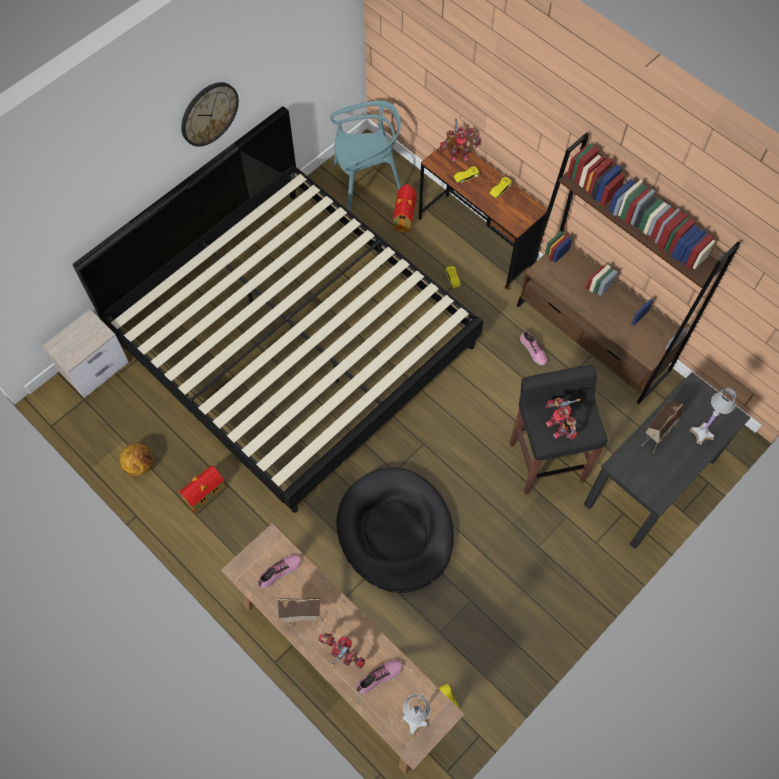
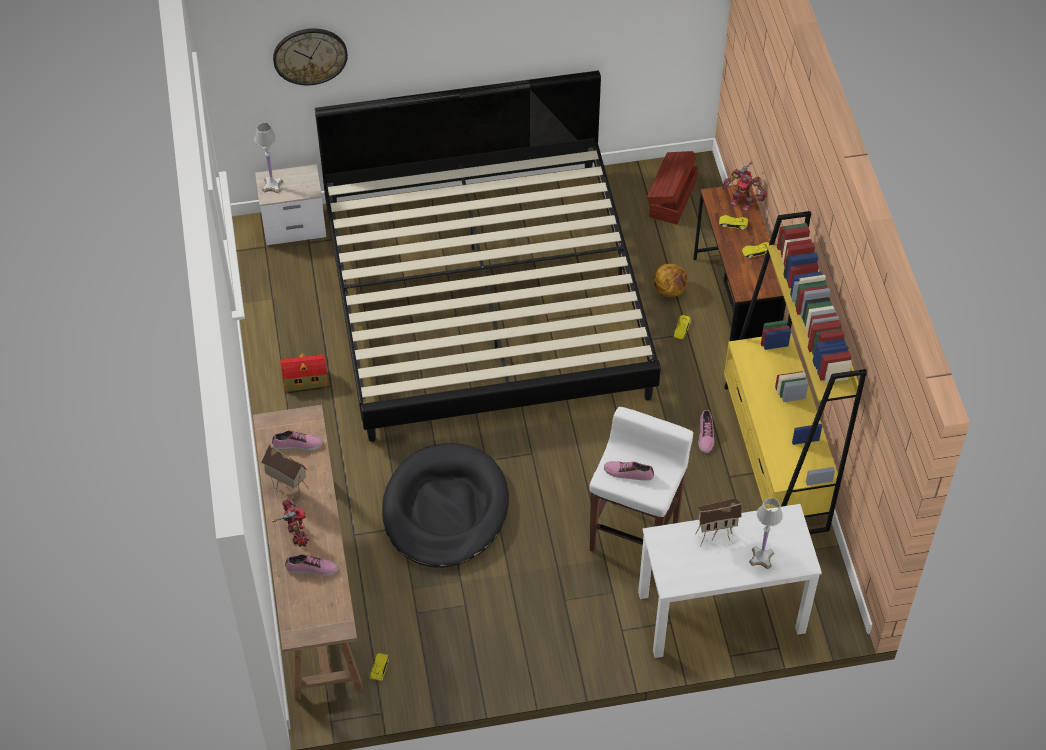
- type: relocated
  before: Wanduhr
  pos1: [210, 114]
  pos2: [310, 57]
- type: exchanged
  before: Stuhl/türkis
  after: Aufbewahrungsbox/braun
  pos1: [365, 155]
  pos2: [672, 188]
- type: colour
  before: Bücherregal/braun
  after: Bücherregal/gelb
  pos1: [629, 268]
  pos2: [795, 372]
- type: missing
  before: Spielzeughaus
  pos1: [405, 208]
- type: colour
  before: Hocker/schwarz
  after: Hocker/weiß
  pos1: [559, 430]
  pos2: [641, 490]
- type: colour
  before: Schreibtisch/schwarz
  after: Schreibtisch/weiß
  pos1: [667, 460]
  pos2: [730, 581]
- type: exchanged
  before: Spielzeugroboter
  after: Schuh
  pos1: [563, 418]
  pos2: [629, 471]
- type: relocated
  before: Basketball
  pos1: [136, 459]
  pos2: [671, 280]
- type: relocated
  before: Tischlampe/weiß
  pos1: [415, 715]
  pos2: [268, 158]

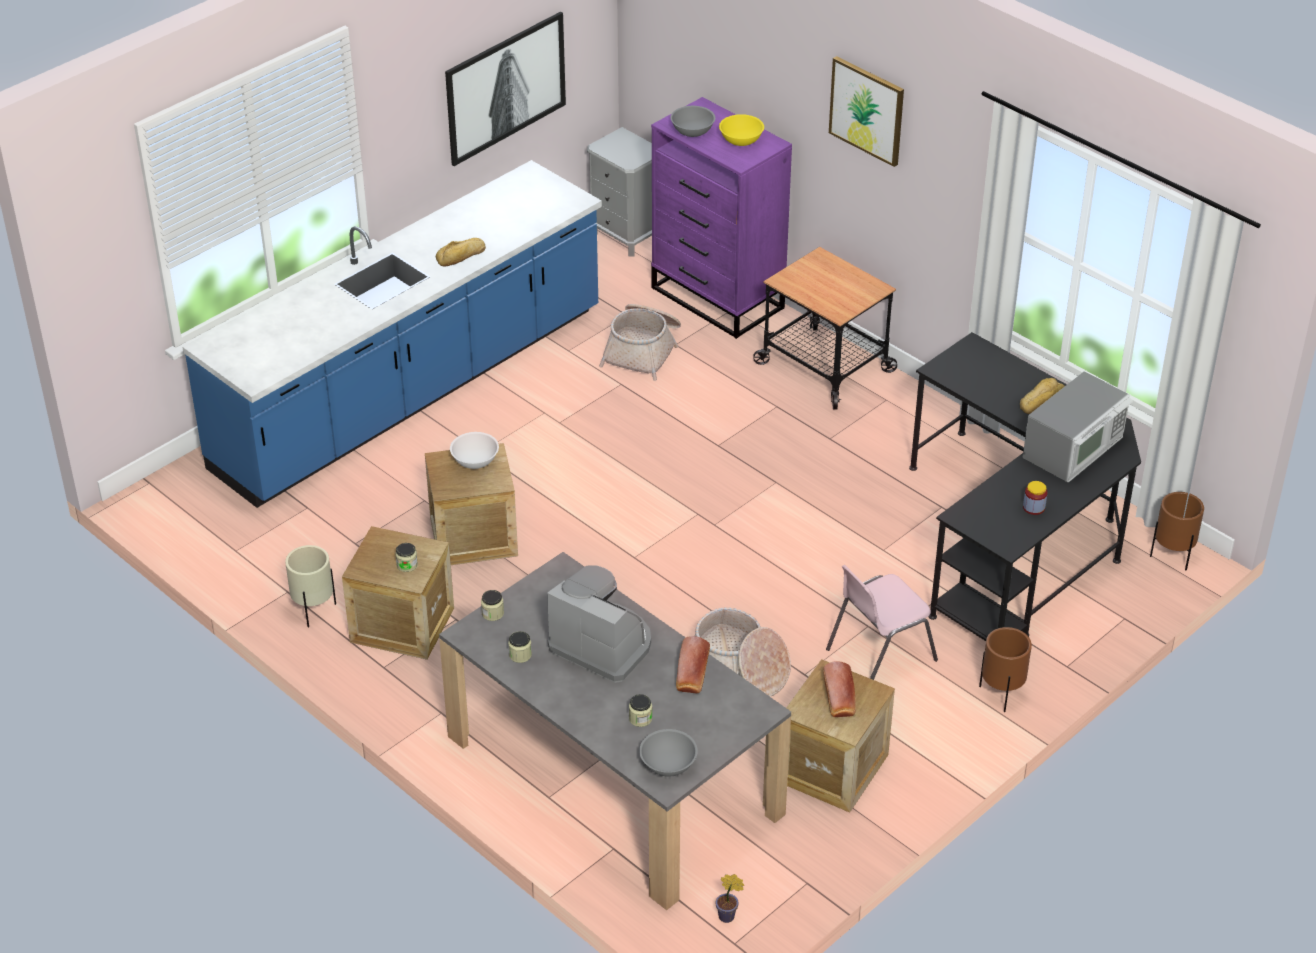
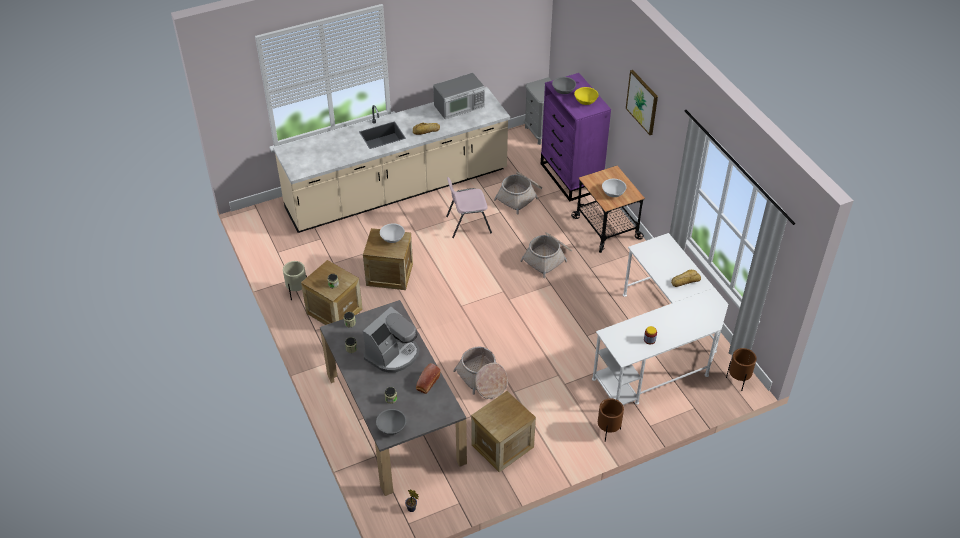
- type: missing
  before: Bild
  pos1: [505, 89]
- type: colour
  before: Küchenzeile/blau
  after: Küchenzeile/beige
  pos1: [392, 334]
  pos2: [391, 160]
- type: colour
  before: Schreibtisch/schwarz
  after: Schreibtisch/weiß
  pos1: [1025, 486]
  pos2: [660, 319]
- type: relocated
  before: Mikrowelle
  pos1: [1078, 426]
  pos2: [459, 96]
- type: spun
  before: Kaffeemaschine
  pos1: [599, 624]
  pos2: [391, 340]
  turn: 75
- type: relocated
  before: Stuhl/rosa
  pos1: [882, 622]
  pos2: [469, 207]
- type: missing
  before: Brot
  pos1: [839, 689]
- type: appeared
  after: Schüssel/weiß
  pos2: [614, 188]
- type: appeared
  after: Korb
  pos2: [546, 255]

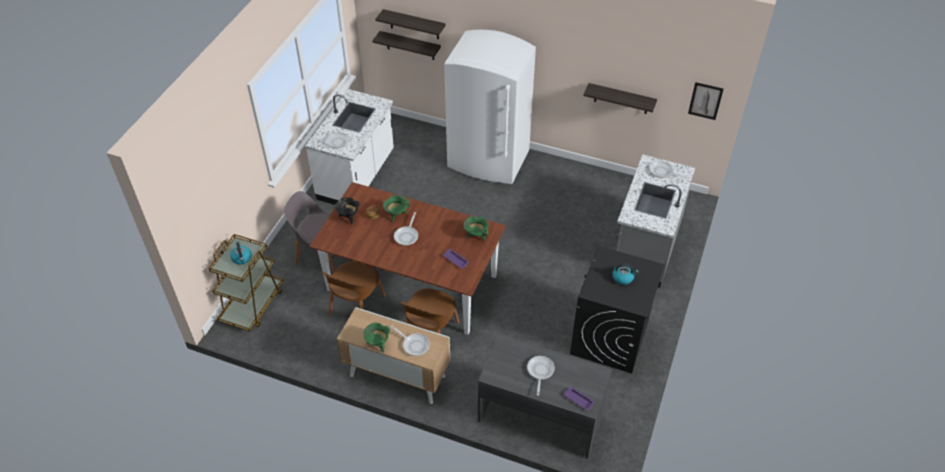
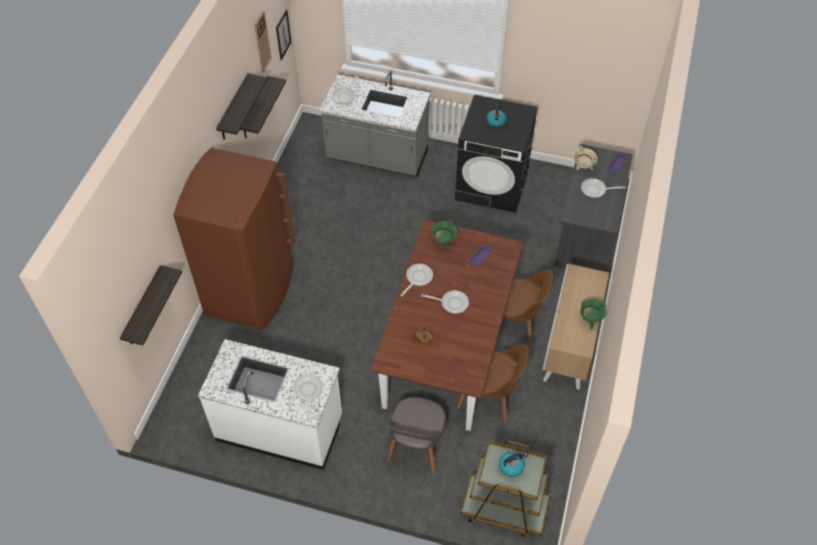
- type: relocated
  before: Wandregal
  pos1: [411, 24]
  pos2: [241, 106]
- type: colour
  before: Kühlschrank/weiß
  after: Kühlschrank/braun
  pos1: [490, 107]
  pos2: [234, 239]
- type: missing
  before: Kochtopf/grün
  pos1: [396, 208]
- type: missing
  before: Kochtopf/schwarz
  pos1: [347, 211]
- type: relocated
  before: Pfanne
  pos1: [410, 341]
  pos2: [416, 280]
- type: appeared
  after: Wanduhr
  pos2: [263, 41]
- type: appeared
  after: Kochtopf/beige
  pos2: [585, 158]

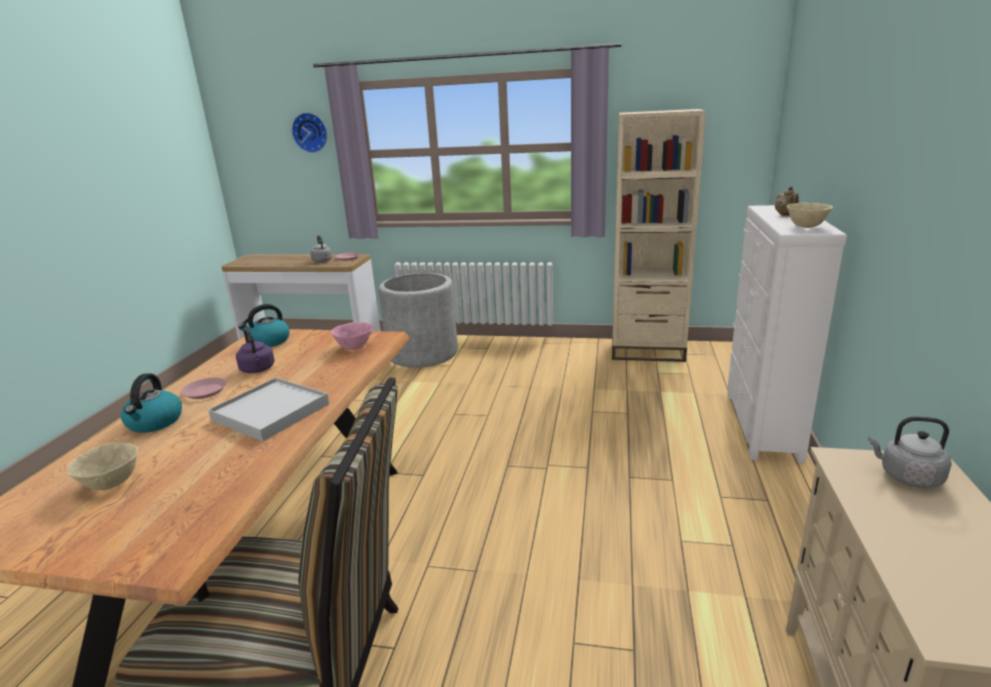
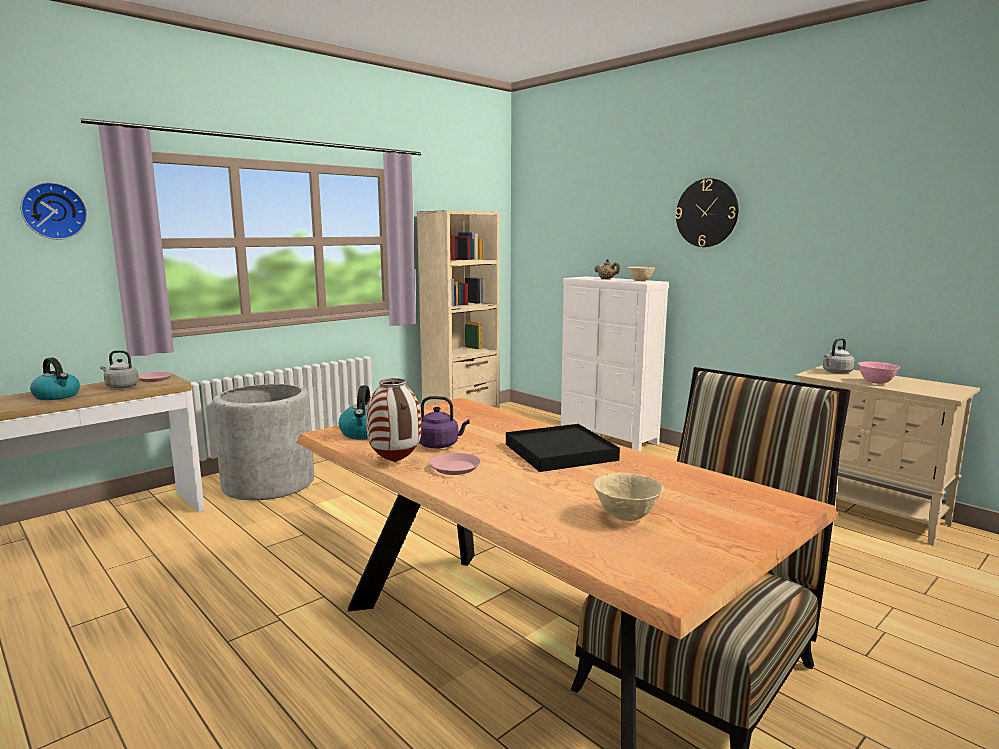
- type: relocated
  before: Schüssel/rosa
  pos1: [352, 336]
  pos2: [879, 372]
- type: relocated
  before: Wasserkessel
  pos1: [151, 403]
  pos2: [55, 378]
- type: colour
  before: Tablett/weiß
  after: Tablett/schwarz
  pos1: [268, 409]
  pos2: [563, 448]
- type: appeared
  after: Wanduhr
  pos2: [706, 212]
- type: appeared
  after: Vase
  pos2: [393, 420]

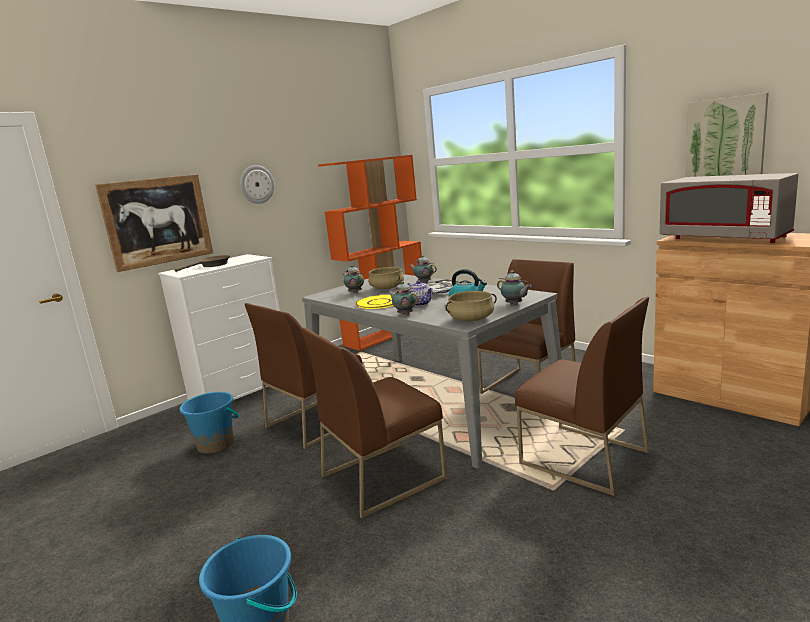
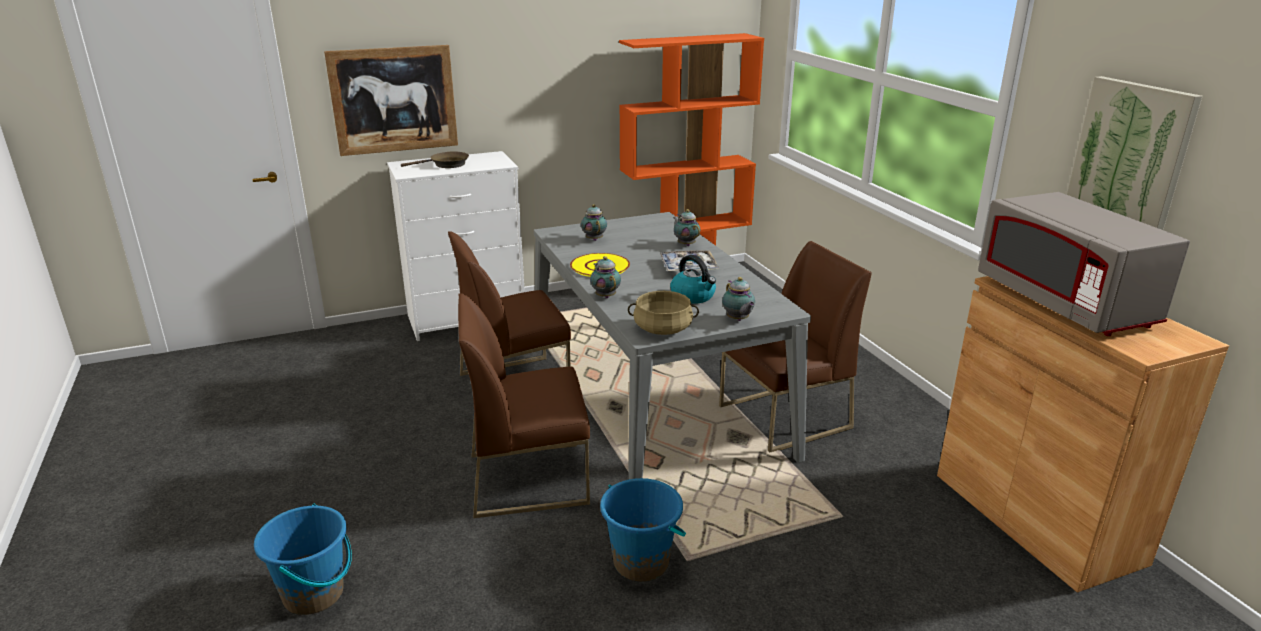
- type: missing
  before: Wanduhr
  pos1: [257, 184]
- type: missing
  before: Kochtopf/beige
  pos1: [386, 278]
- type: missing
  before: Teekanne
  pos1: [420, 293]
- type: missing
  before: Stuhl/braun
  pos1: [582, 396]
- type: relocated
  before: Eimer/blau
  pos1: [209, 423]
  pos2: [643, 529]

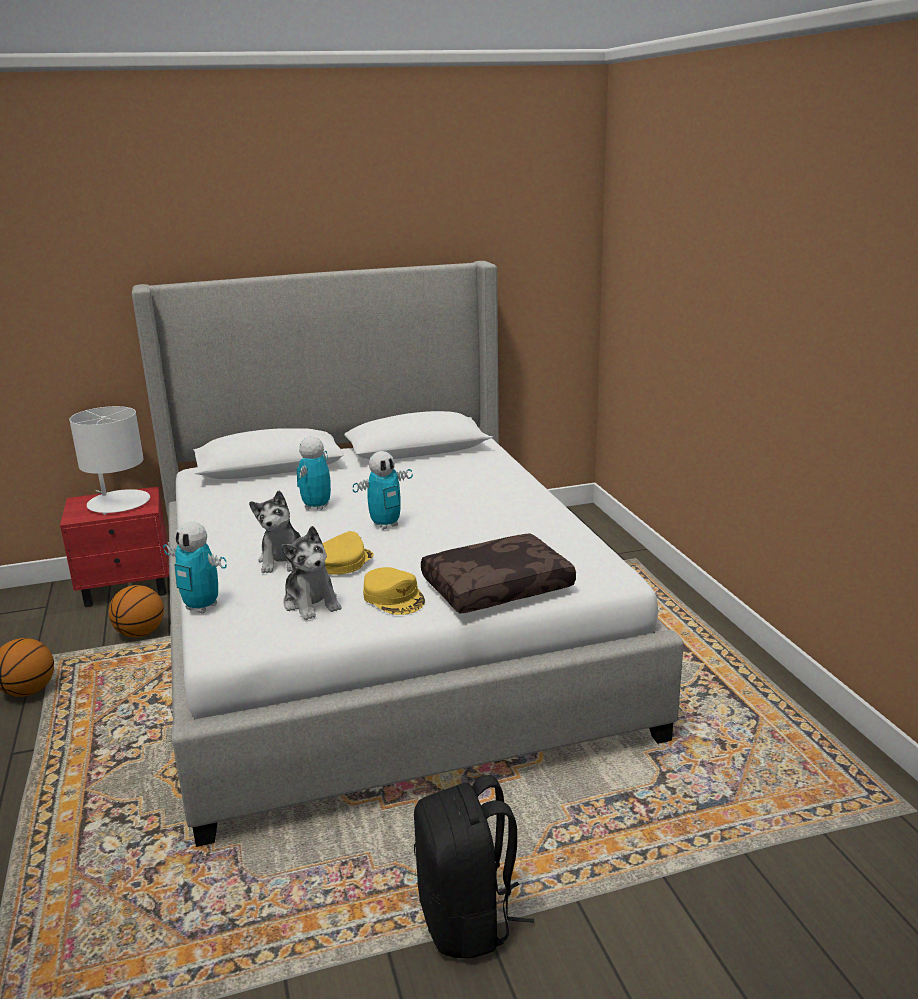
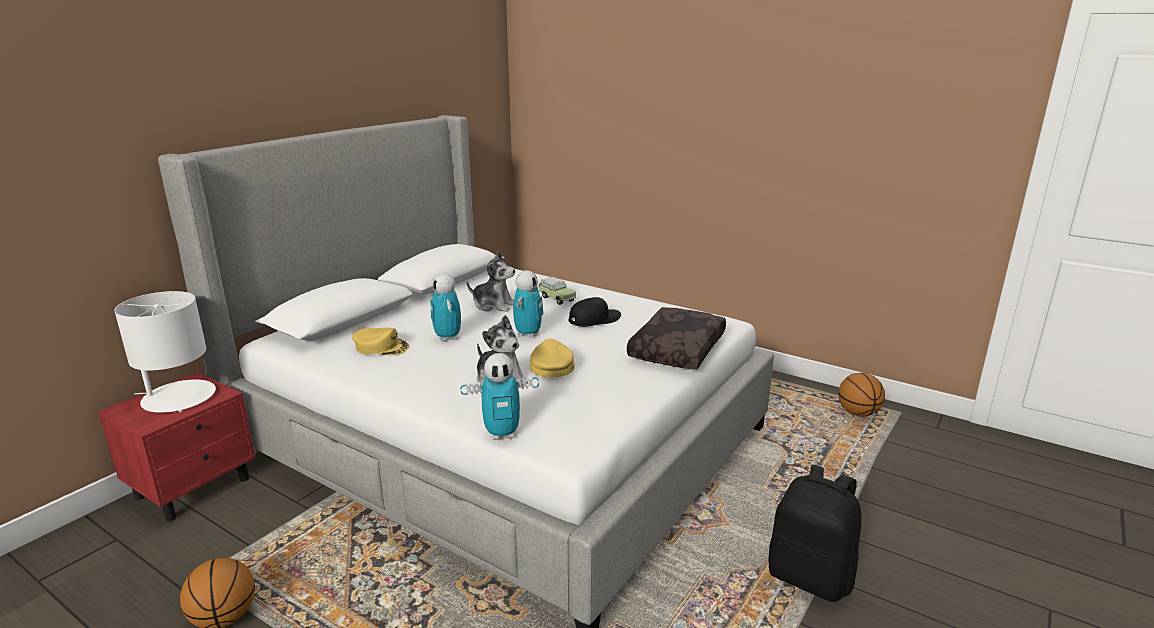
- type: relocated
  before: Plüschtier
  pos1: [311, 573]
  pos2: [490, 281]
- type: relocated
  before: Kappe/gelb
  pos1: [394, 591]
  pos2: [380, 341]
- type: relocated
  before: Basketball
  pos1: [136, 611]
  pos2: [861, 394]
- type: appeared
  after: Spielzeugauto
  pos2: [557, 291]
- type: appeared
  after: Kappe/schwarz
  pos2: [594, 312]

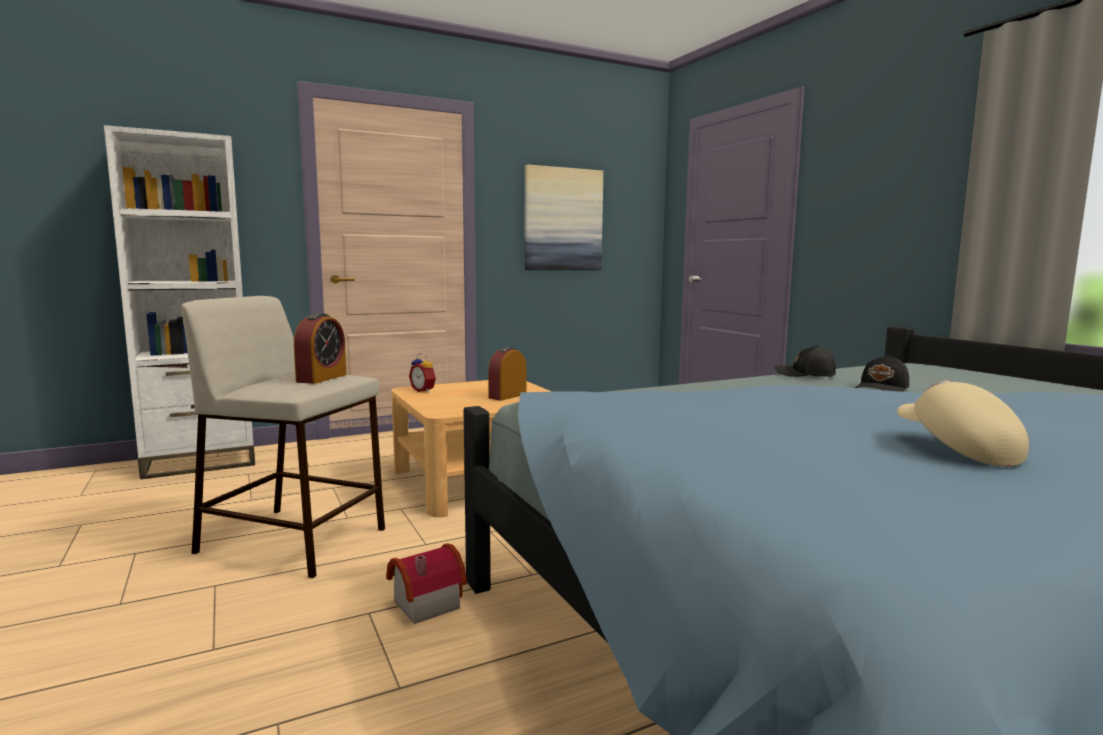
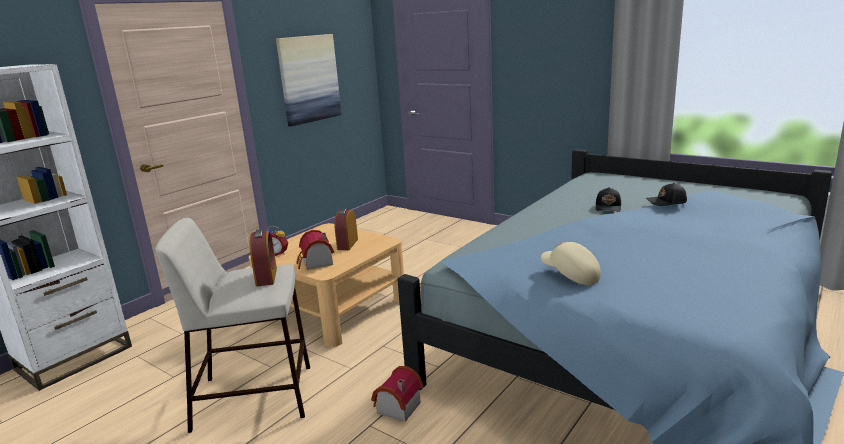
- type: relocated
  before: Kappe/schwarz
  pos1: [805, 361]
  pos2: [666, 194]
- type: relocated
  before: Kappe/beige
  pos1: [963, 423]
  pos2: [571, 263]
- type: appeared
  after: Spielzeughaus
  pos2: [315, 250]

